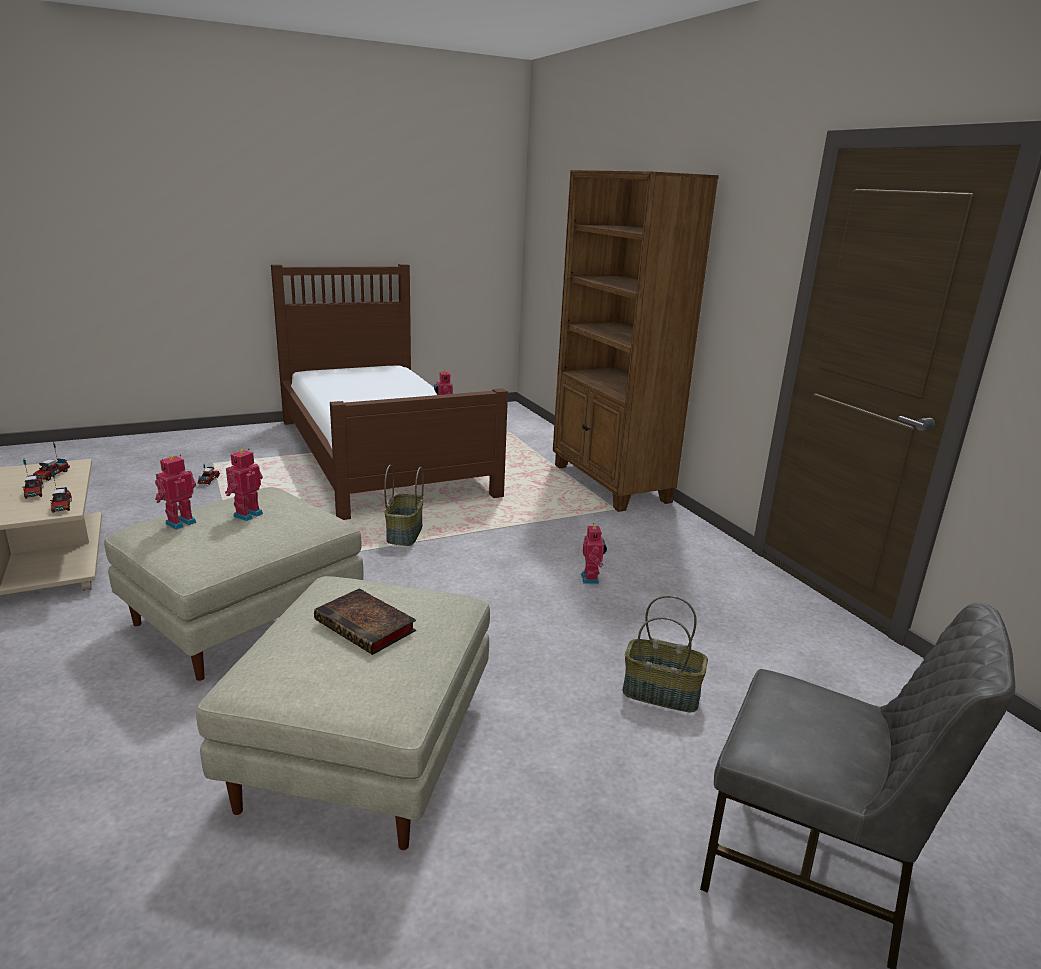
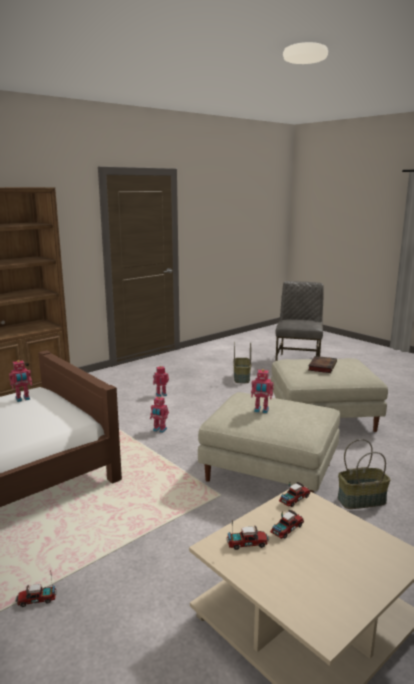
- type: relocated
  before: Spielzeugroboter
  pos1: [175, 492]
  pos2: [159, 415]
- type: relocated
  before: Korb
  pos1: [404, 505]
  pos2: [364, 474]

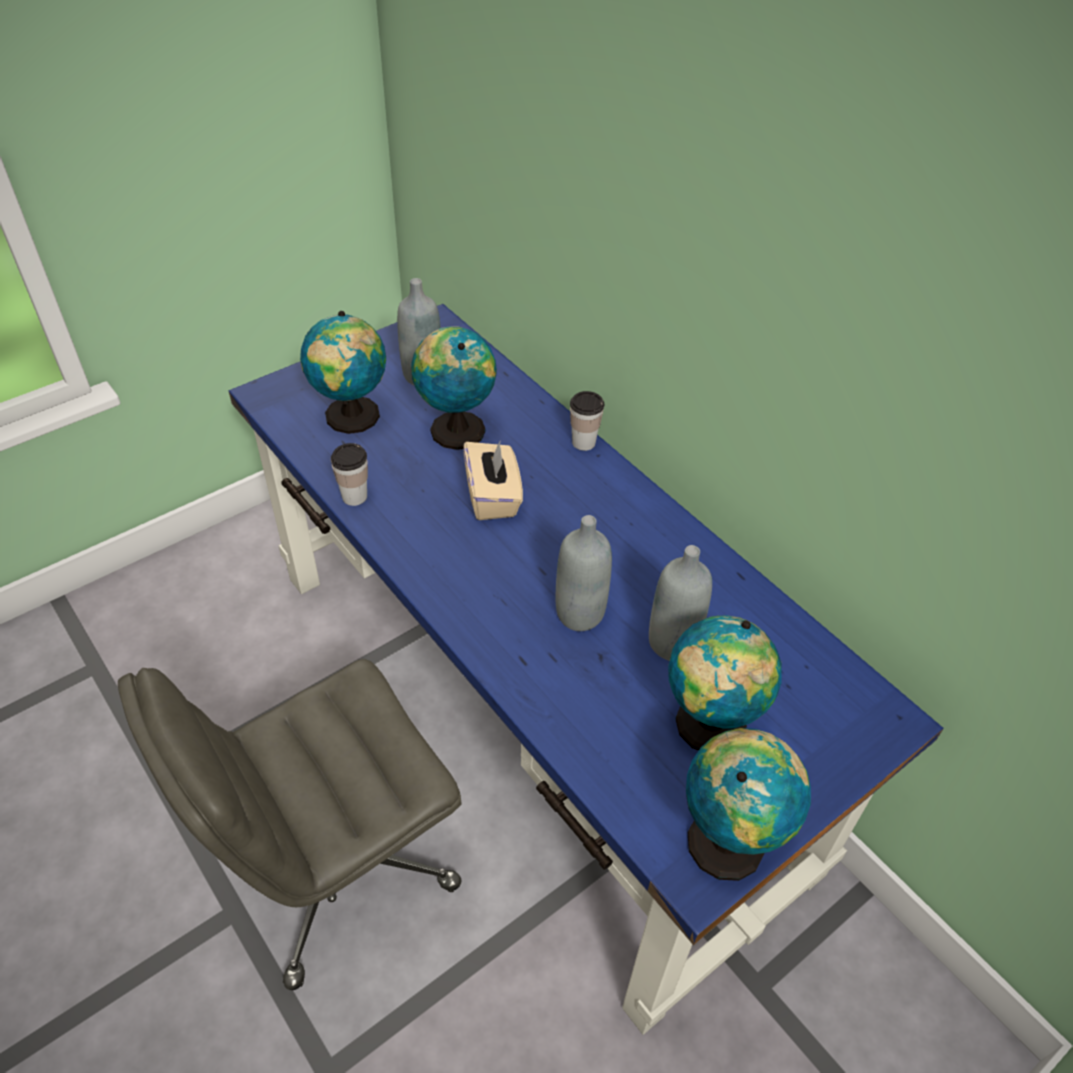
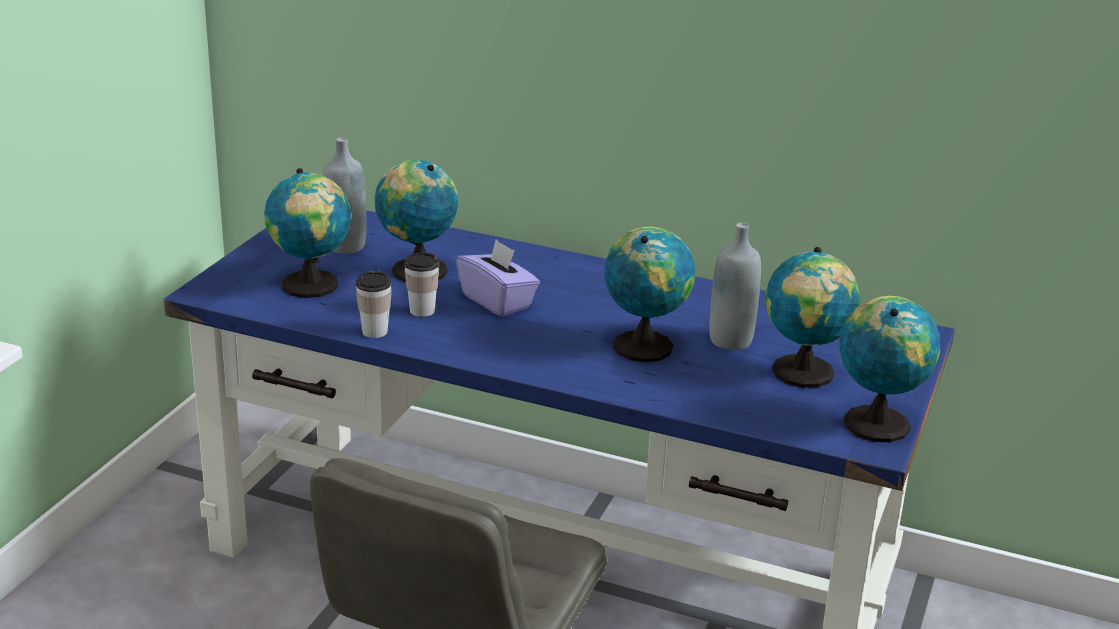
- type: relocated
  before: Tasse
  pos1: [587, 421]
  pos2: [422, 285]
- type: colour
  before: Taschentuchbox/beige
  after: Taschentuchbox/lila
  pos1: [493, 480]
  pos2: [498, 278]
- type: exchanged
  before: Flasche/grau
  after: Globus
  pos1: [584, 573]
  pos2: [649, 294]

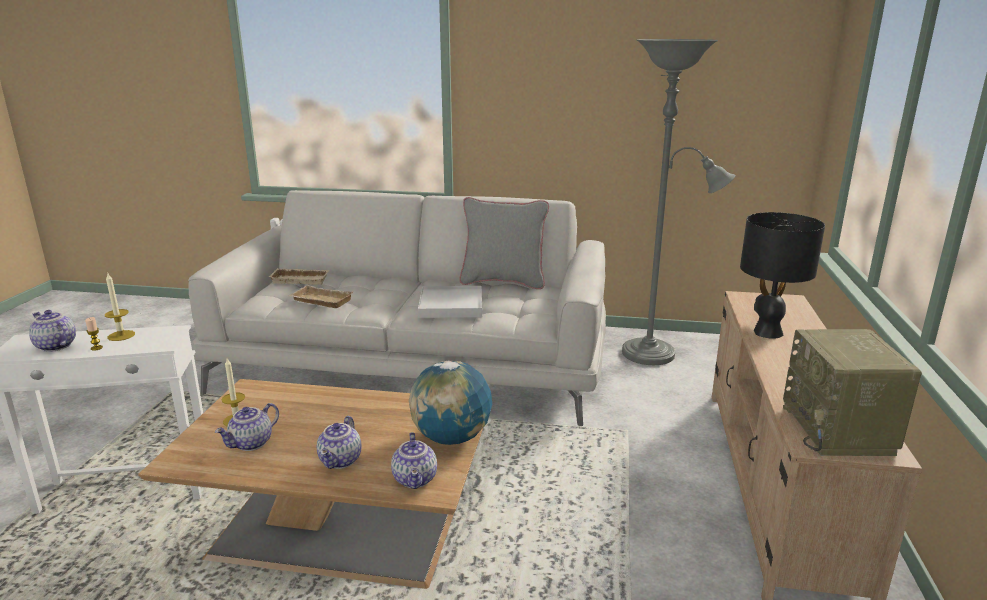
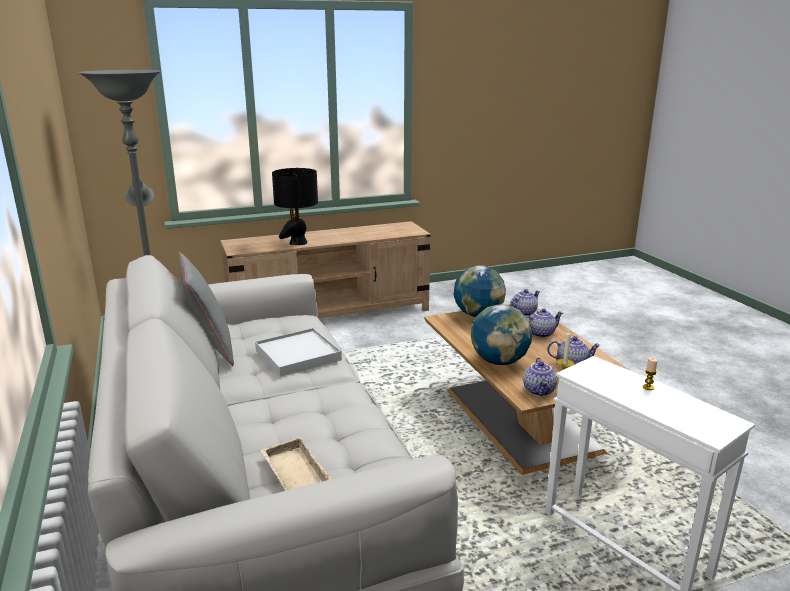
- type: missing
  before: Kerze
  pos1: [120, 307]
- type: missing
  before: Tablett/beige
  pos1: [321, 296]
- type: relocated
  before: Teekanne
  pos1: [52, 331]
  pos2: [540, 377]
- type: missing
  before: Radio
  pos1: [852, 392]
- type: appeared
  after: Globus
  pos2: [501, 334]

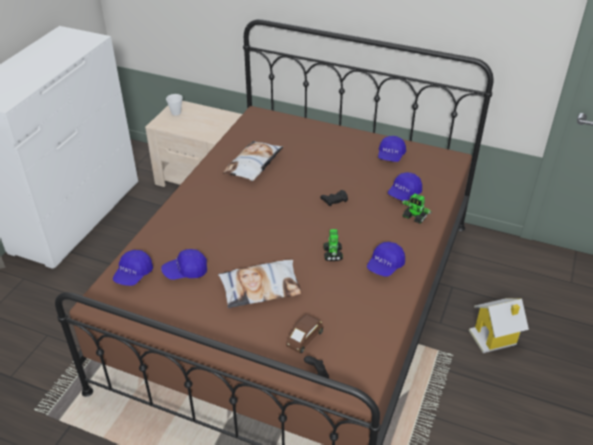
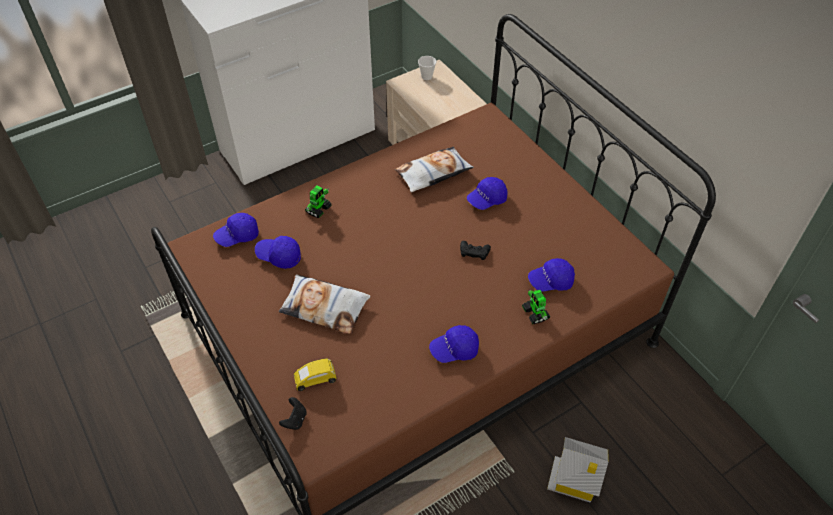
- type: relocated
  before: Kappe/blau
  pos1: [392, 149]
  pos2: [487, 193]
- type: relocated
  before: Spielzeugroboter
  pos1: [333, 245]
  pos2: [318, 201]
- type: colour
  before: Spielzeugauto/braun
  after: Spielzeugauto/gelb
  pos1: [304, 334]
  pos2: [315, 374]

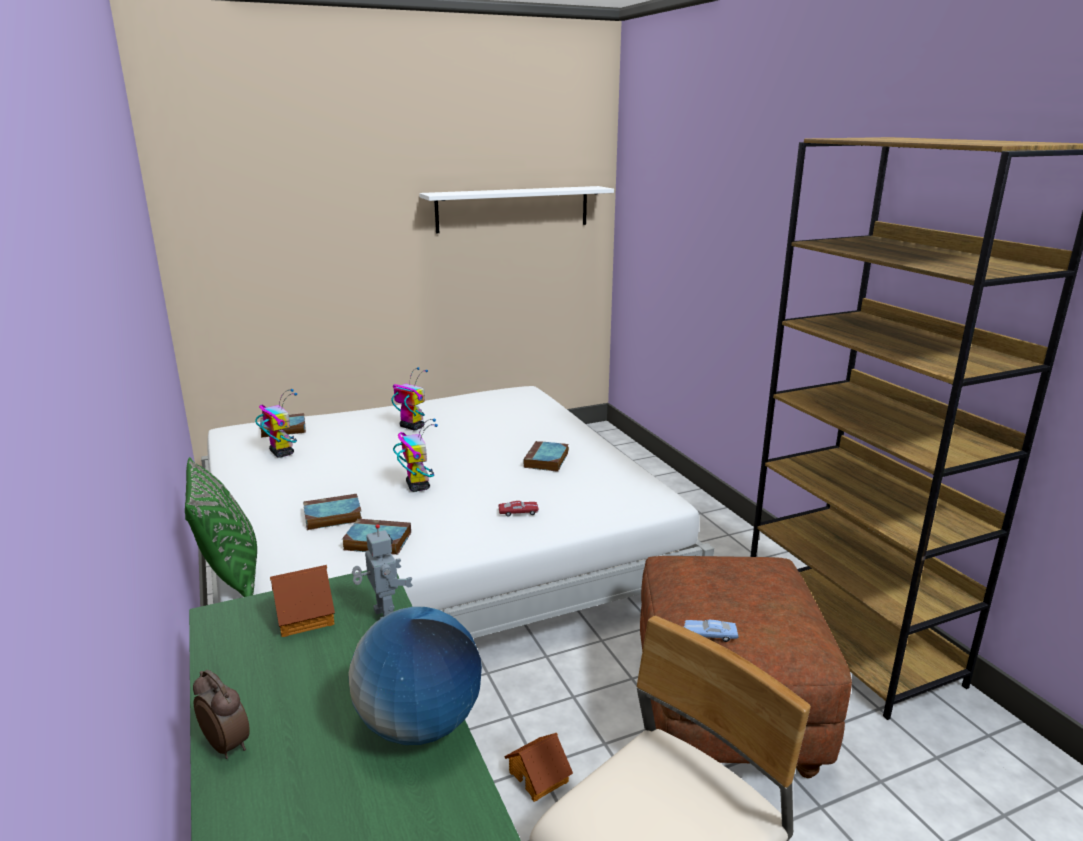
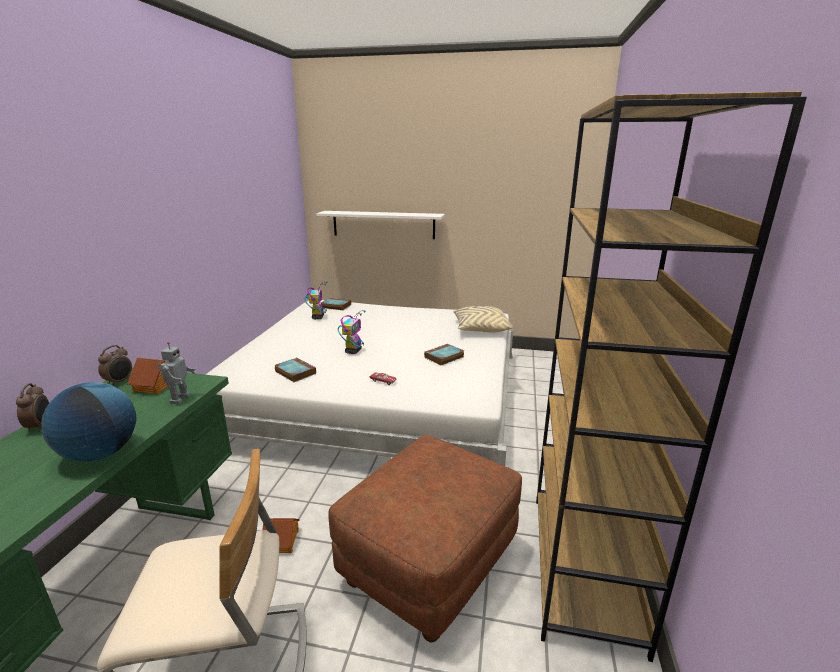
- type: relocated
  before: Wandregal/weiß
  pos1: [516, 209]
  pos2: [380, 225]
- type: missing
  before: Spielzeugroboter
  pos1: [409, 398]
- type: missing
  before: Kissen/grün
  pos1: [221, 527]
- type: missing
  before: Buch
  pos1: [332, 512]
- type: missing
  before: Spielzeugauto/blau
  pos1: [711, 631]
- type: appeared
  after: Kissen/beige
  pos2: [483, 319]
- type: appeared
  after: Wecker
  pos2: [115, 365]

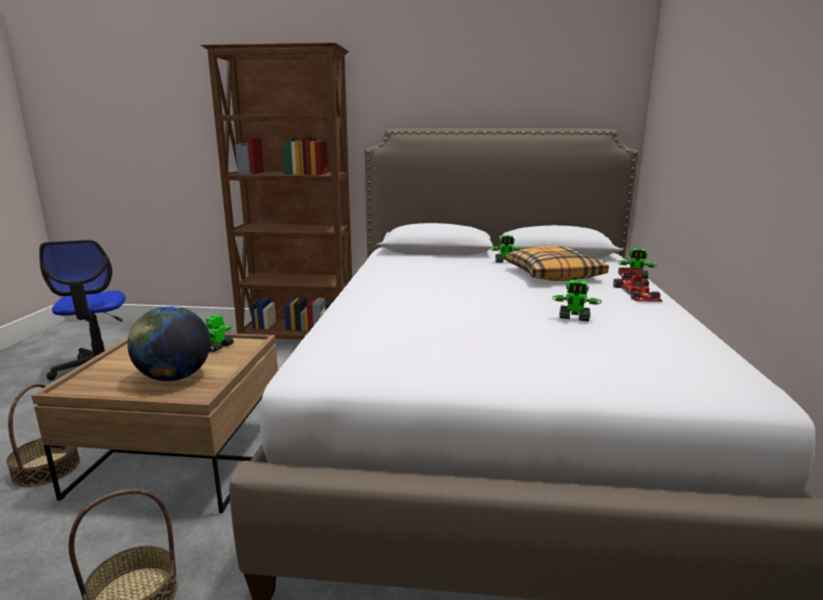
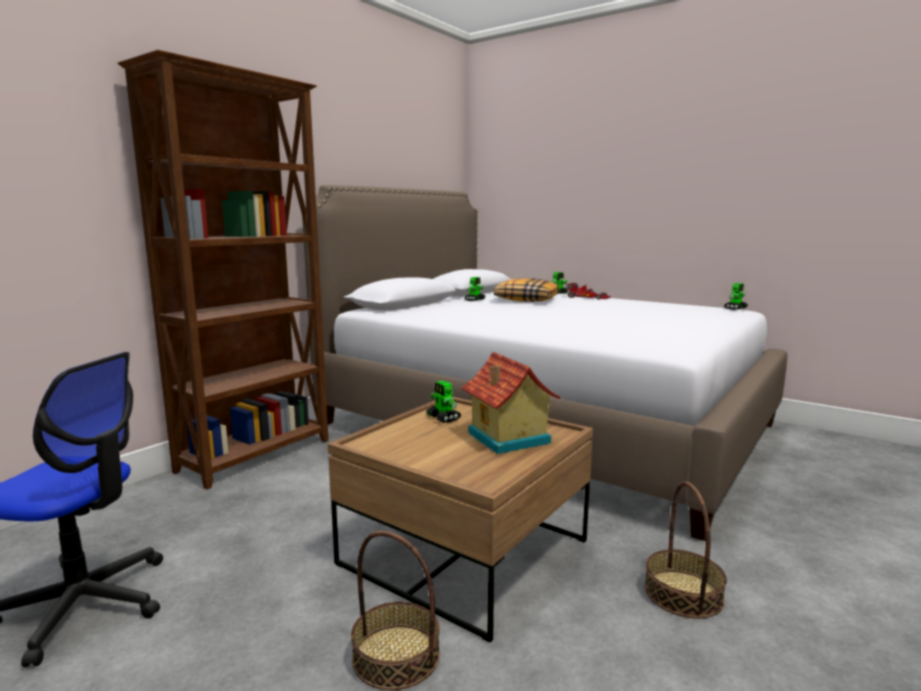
- type: relocated
  before: Spielzeugroboter
  pos1: [577, 301]
  pos2: [736, 296]
- type: exchanged
  before: Globus
  after: Spielzeughaus
  pos1: [168, 343]
  pos2: [510, 403]

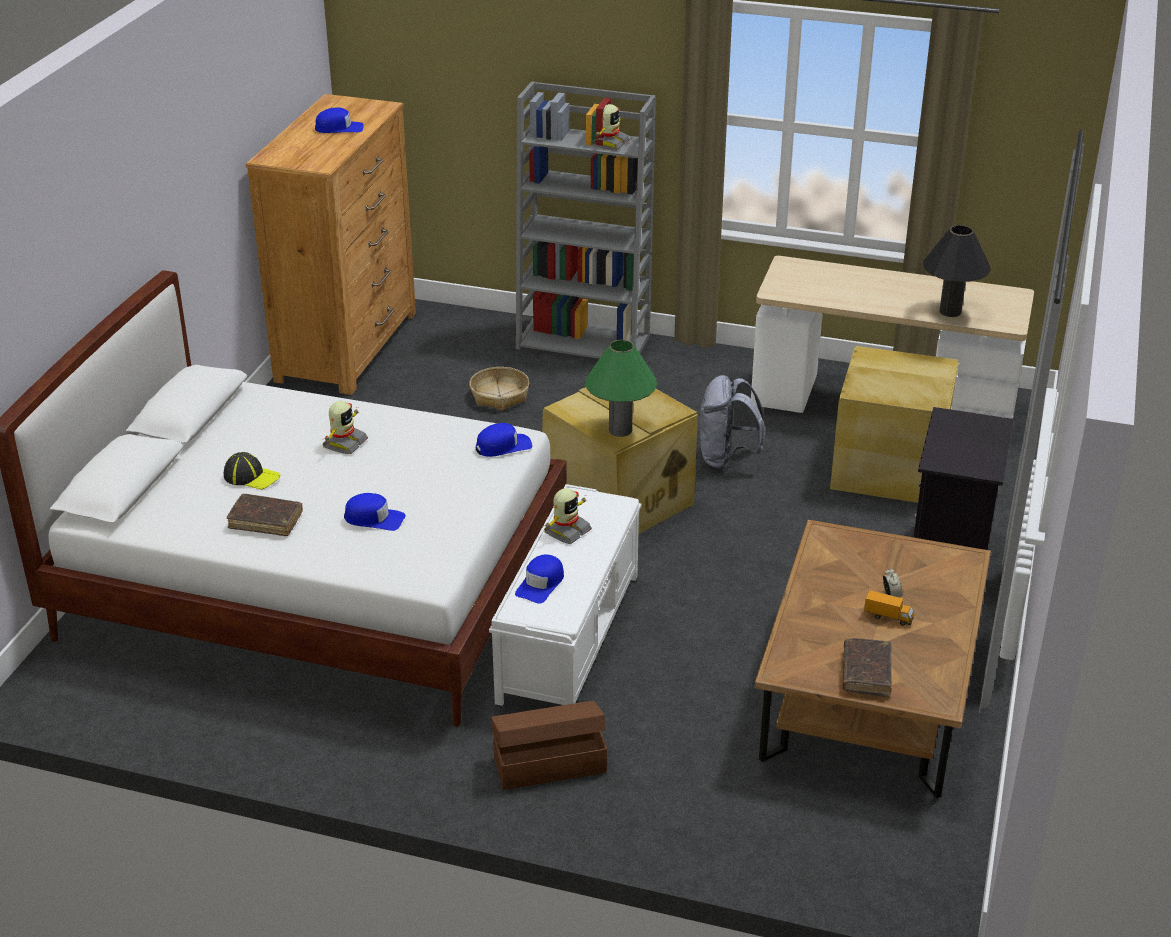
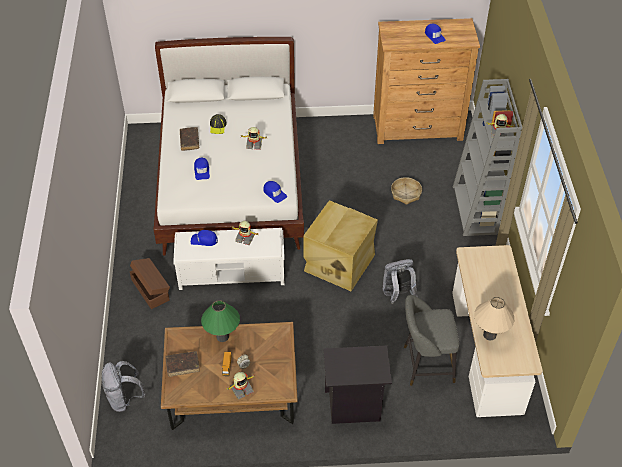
- type: colour
  before: Tischlampe/schwarz
  after: Tischlampe/beige
  pos1: [956, 271]
  pos2: [494, 319]
- type: relocated
  before: Tischlampe/grün
  pos1: [621, 388]
  pos2: [220, 321]
- type: exchanged
  before: Aufbewahrungsbox/beige
  after: Hocker/grau
  pos1: [894, 424]
  pos2: [431, 340]
- type: appeared
  after: Rucksack/grau
  pos2: [123, 386]
- type: appeared
  after: Spielzeugroboter
  pos2: [240, 386]

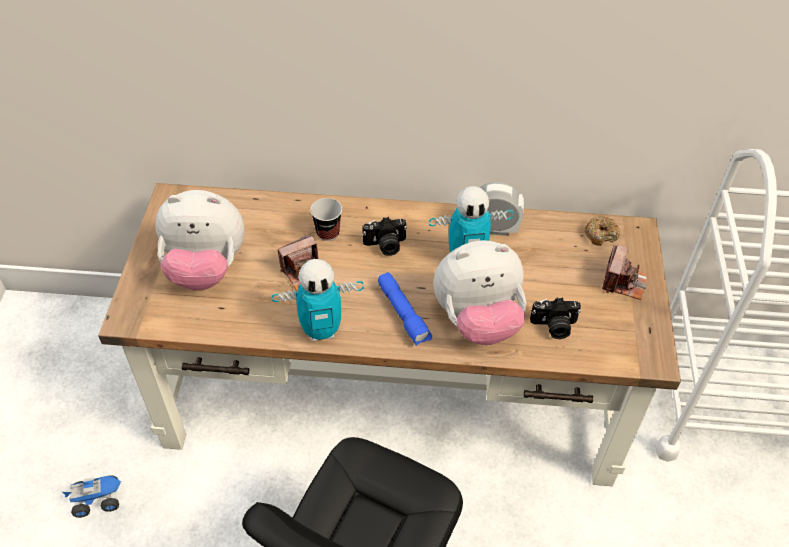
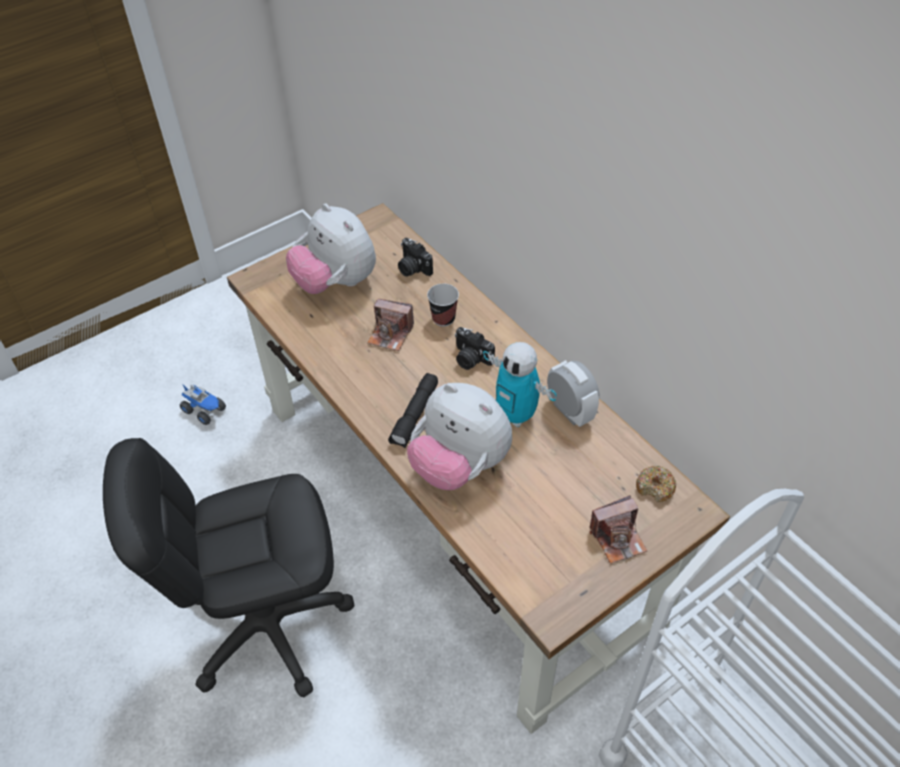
- type: missing
  before: Spielzeugroboter
  pos1: [318, 300]
- type: colour
  before: Taschenlampe/blau
  after: Taschenlampe/schwarz
  pos1: [405, 309]
  pos2: [413, 410]
- type: relocated
  before: Kamera
  pos1: [555, 318]
  pos2: [415, 257]

